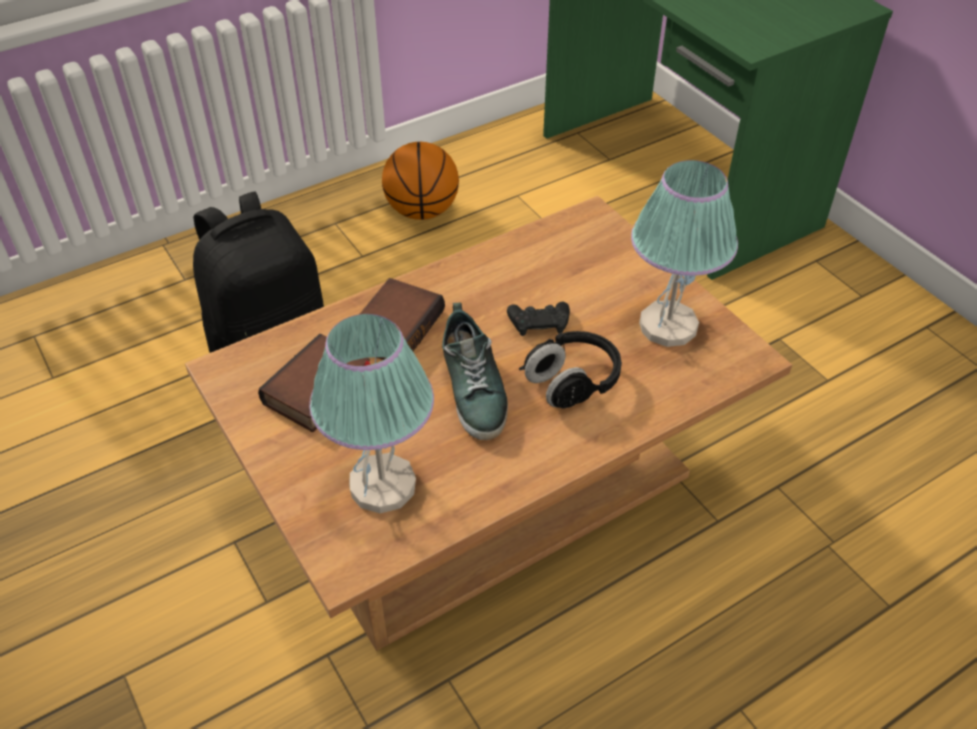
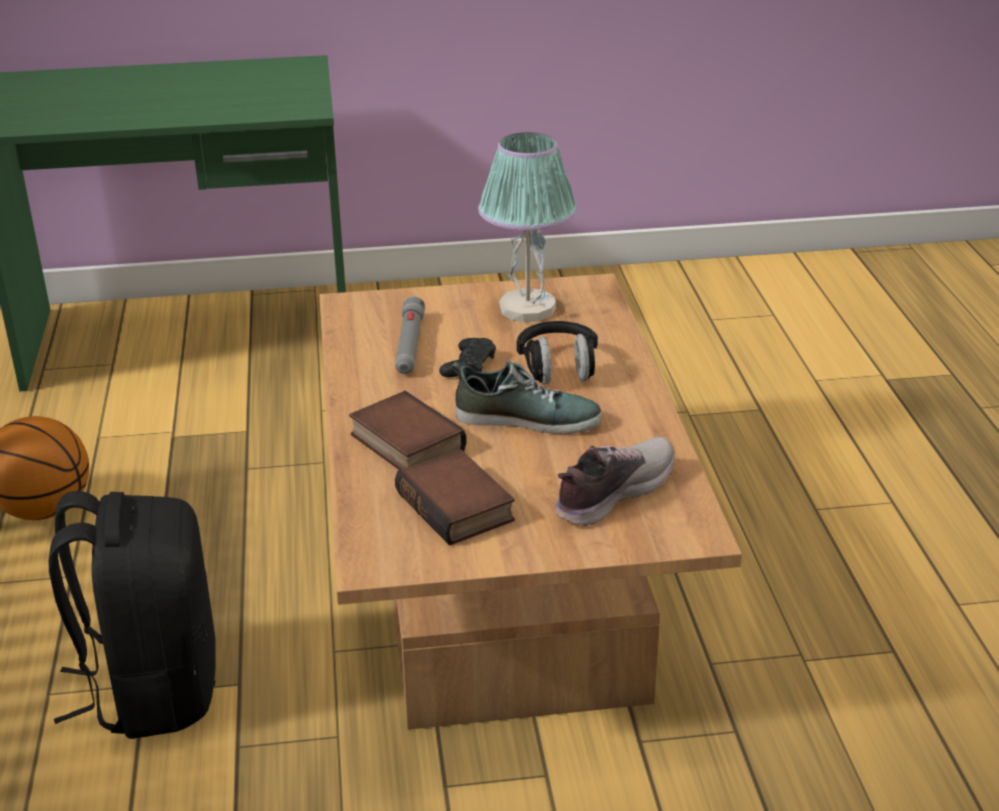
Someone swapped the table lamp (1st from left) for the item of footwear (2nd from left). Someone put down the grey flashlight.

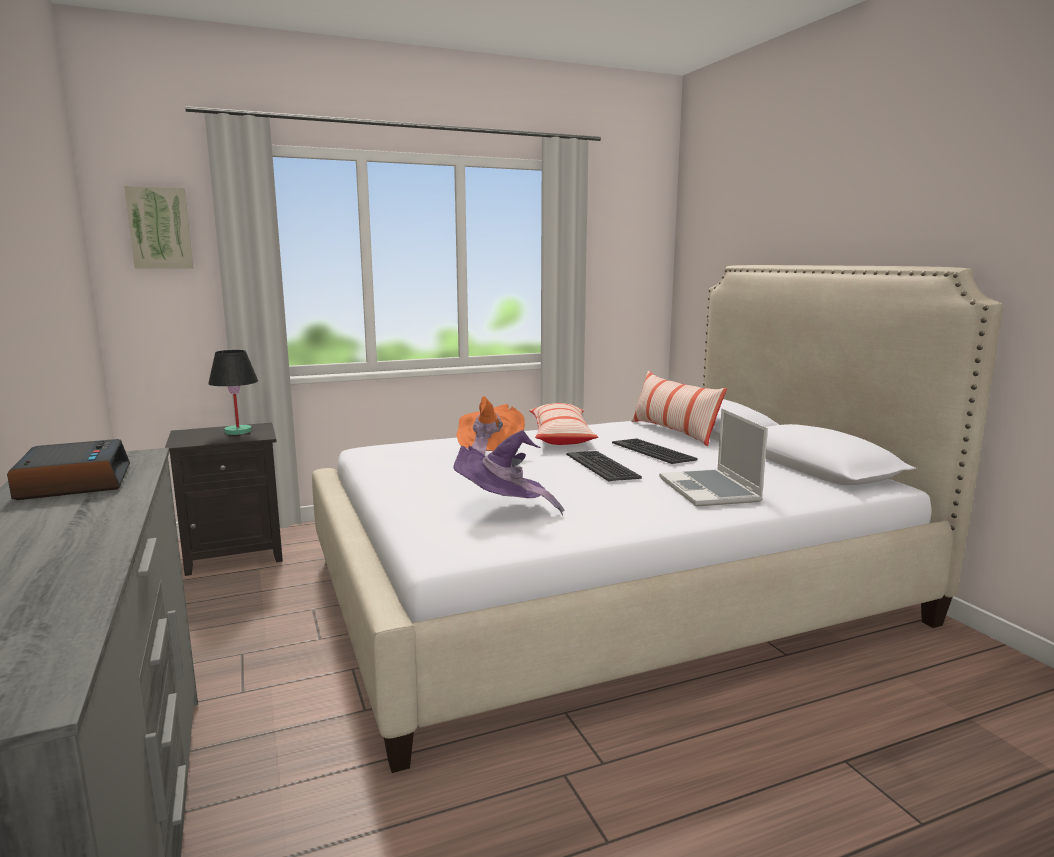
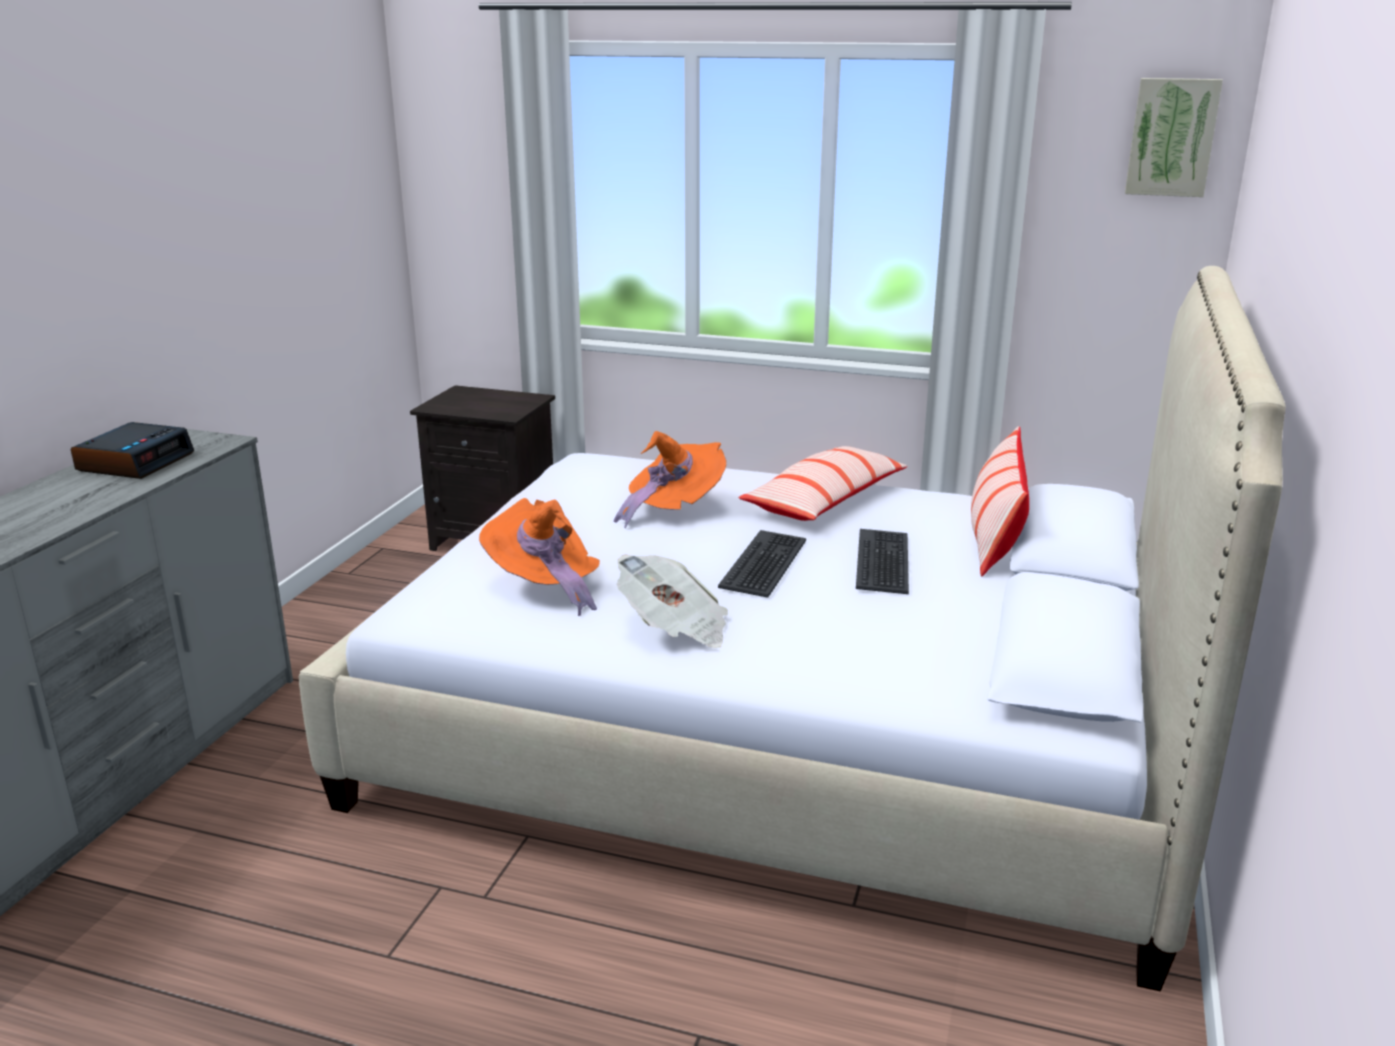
Someone carried the wall picture. Someone took away the blackish table lamp. Someone took away the portable computer. Someone repainted the purple-coloured hat, which became the orange hat (1st from left). Someone put down the printed paper.

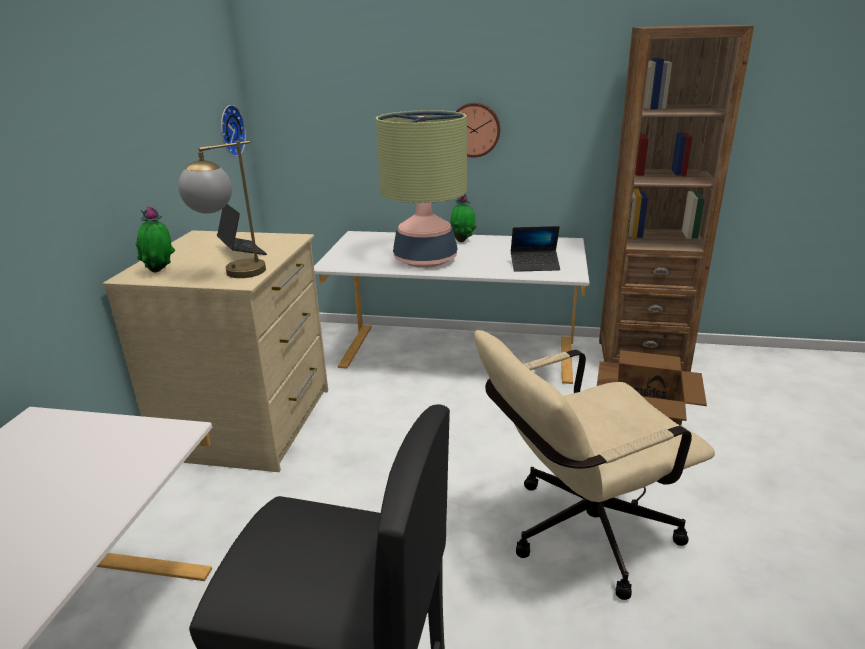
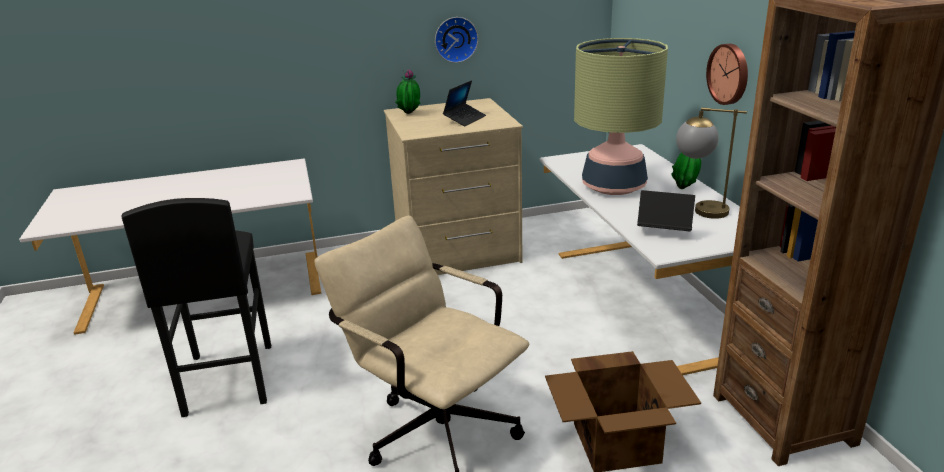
Someone carried the wall clock (1st from left). Someone carried the table lamp (1st from left in the first image). Someone rotated the portable computer (2nd from left) by 135 degrees clockwise.

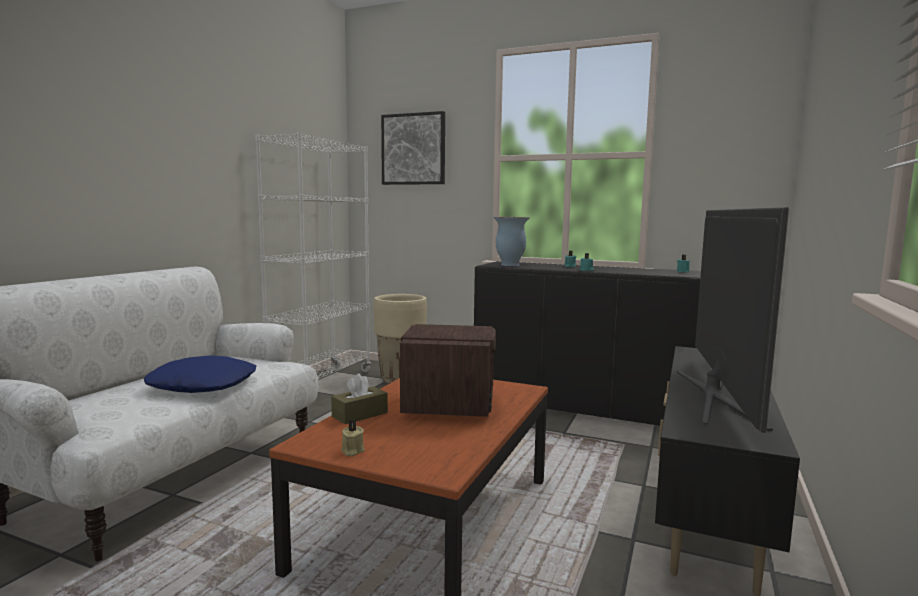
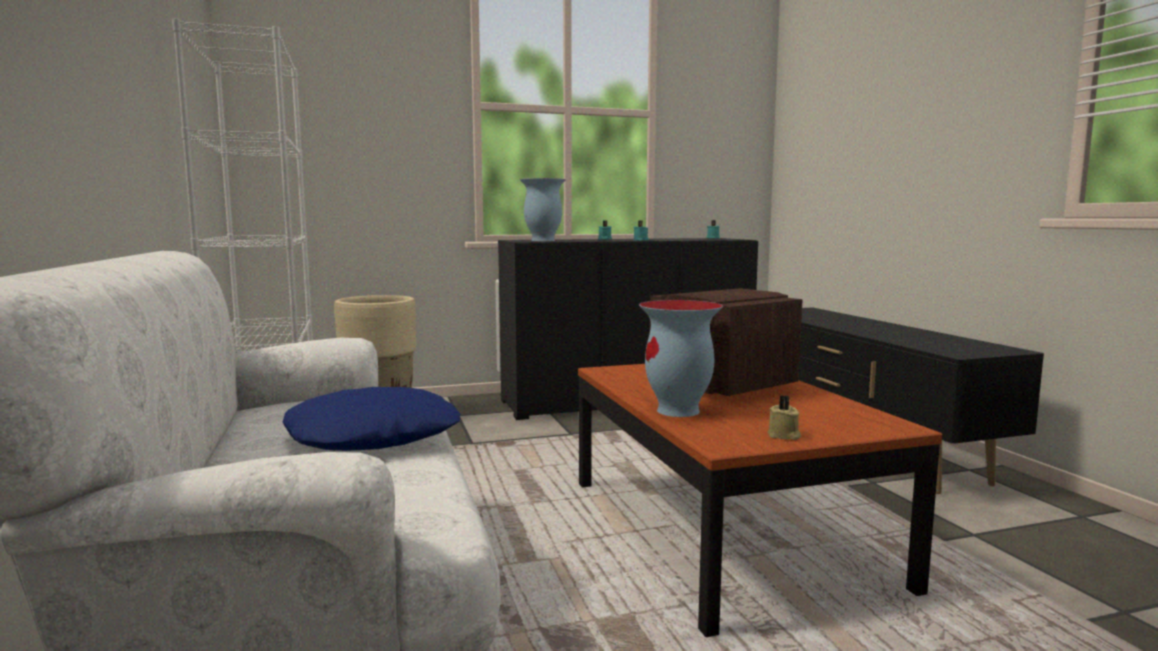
Someone took away the wall picture. Someone took away the TV. Someone swapped the brown box of tissues for the vase (2nd from left).

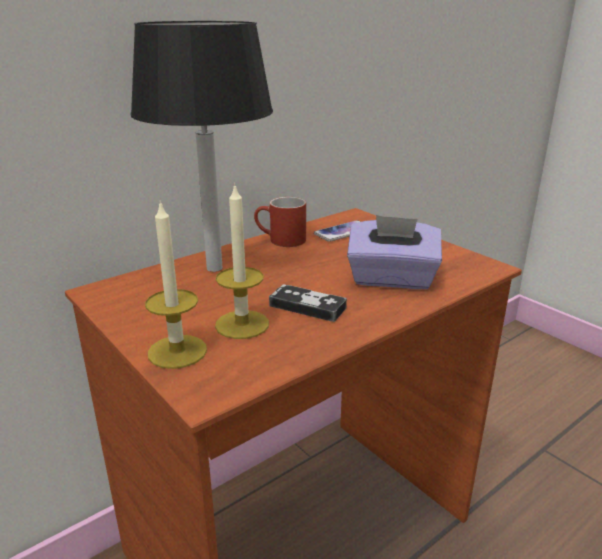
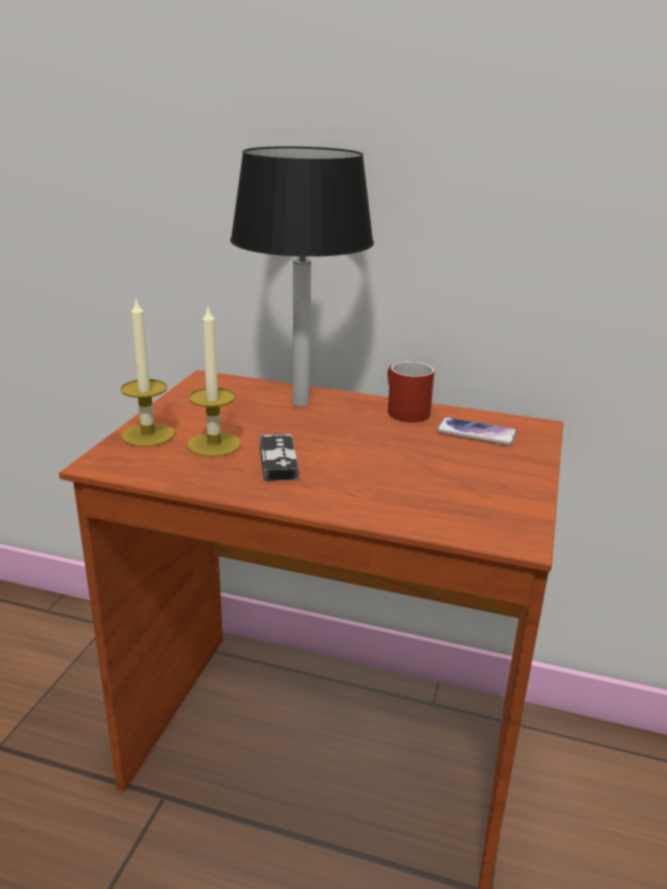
Someone took away the purple-coloured box of tissues.

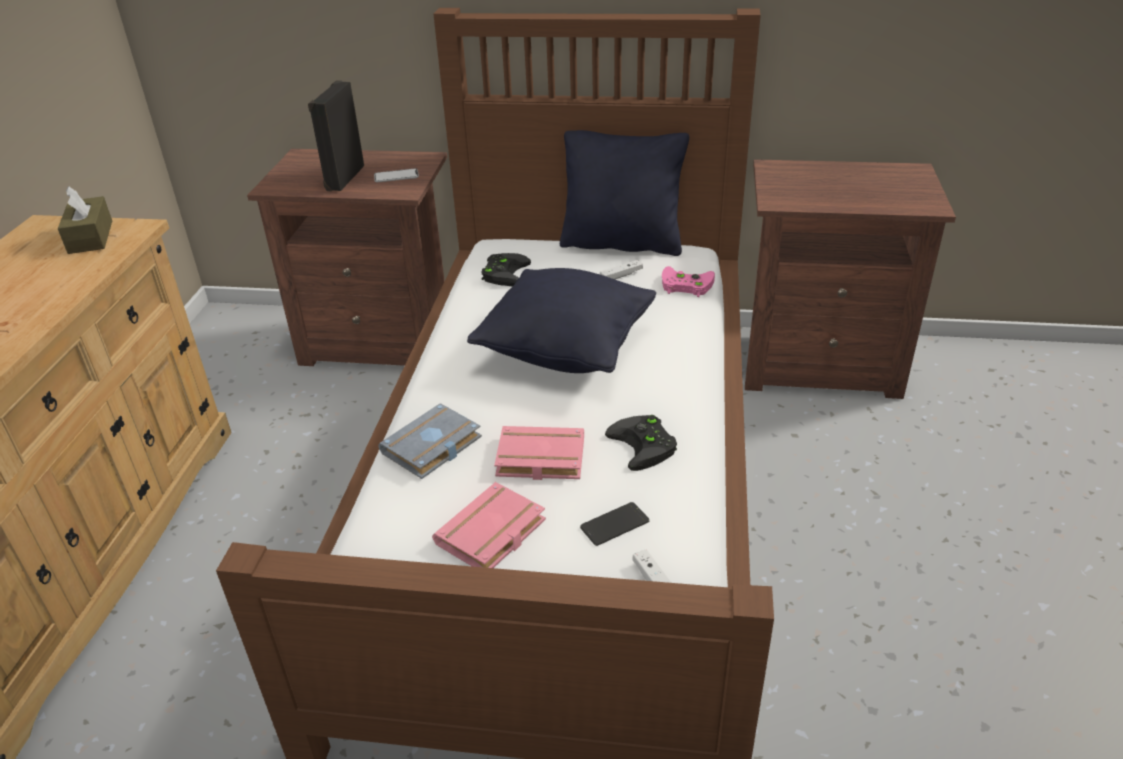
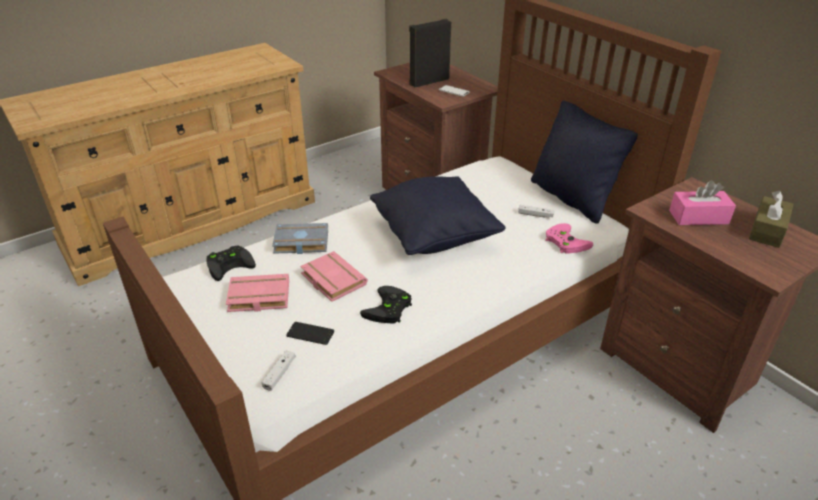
Someone carried the brown box of tissues. Someone carried the blackish gamepad (1st from left). Someone put down the pink-coloured box of tissues.

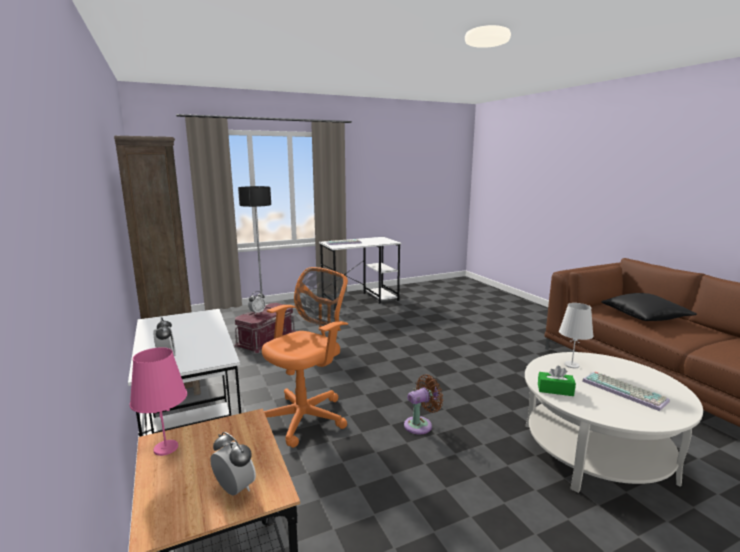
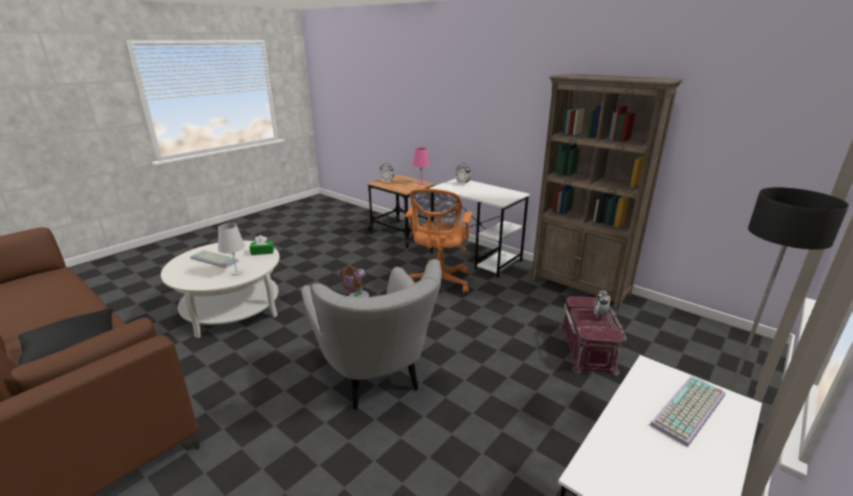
Someone put down the grey easy chair.

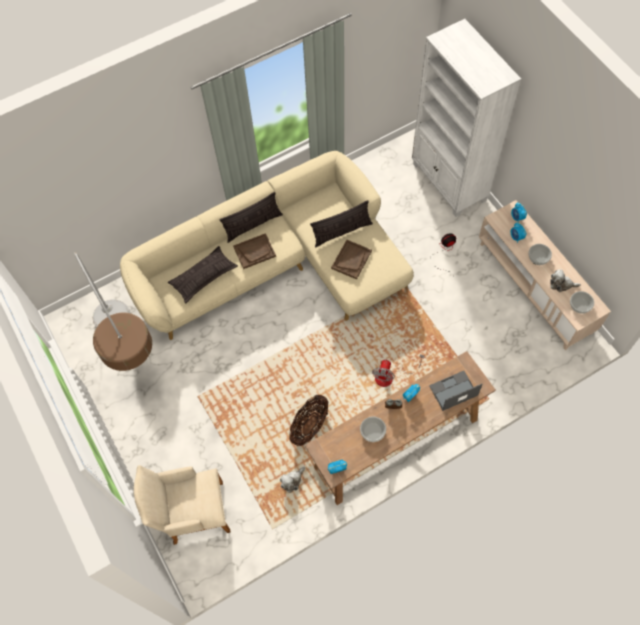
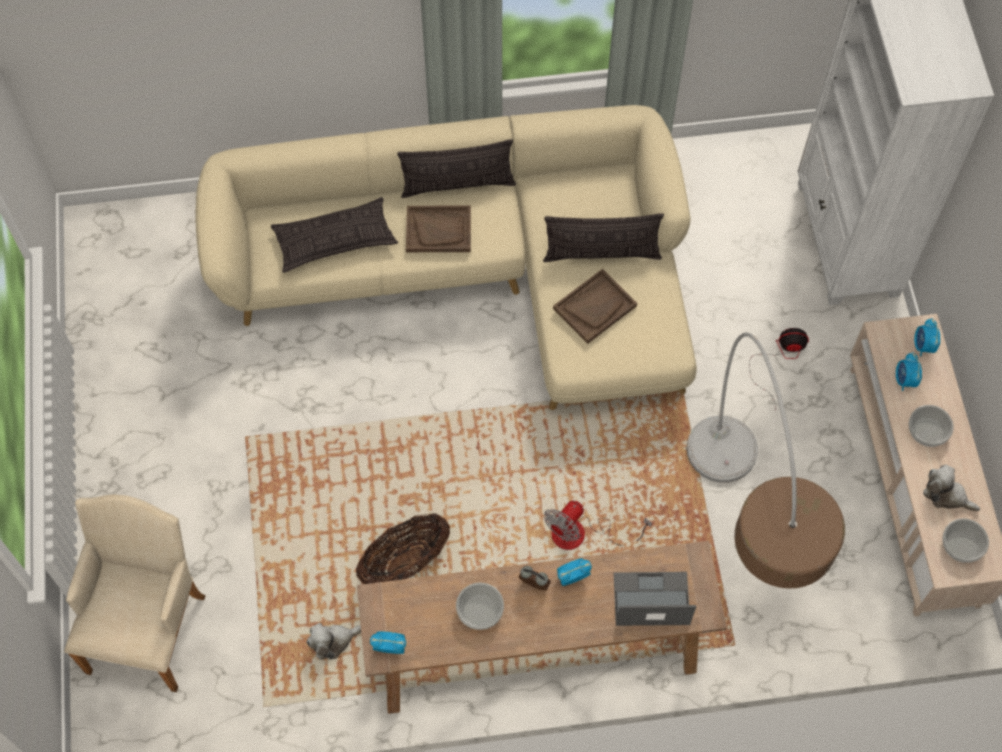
Someone carried the standing lamp. Someone rotated the sand-coloured easy chair by 90 degrees clockwise.

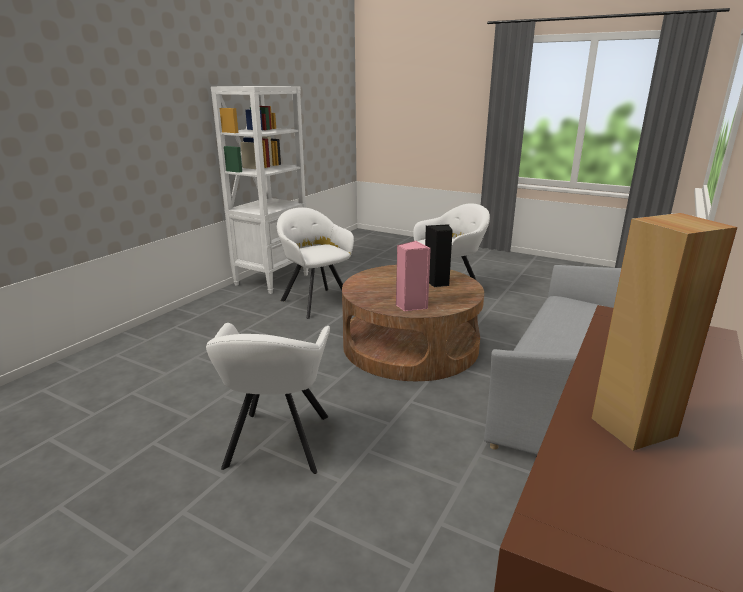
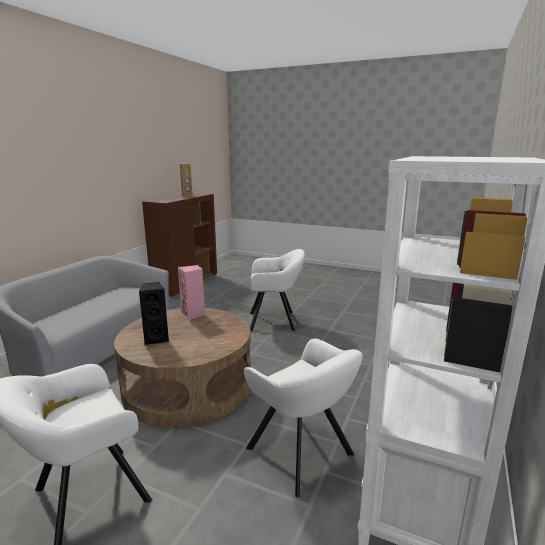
Someone rotated the white-coloured easy chair (1st from left in the first image) by 90 degrees clockwise.

